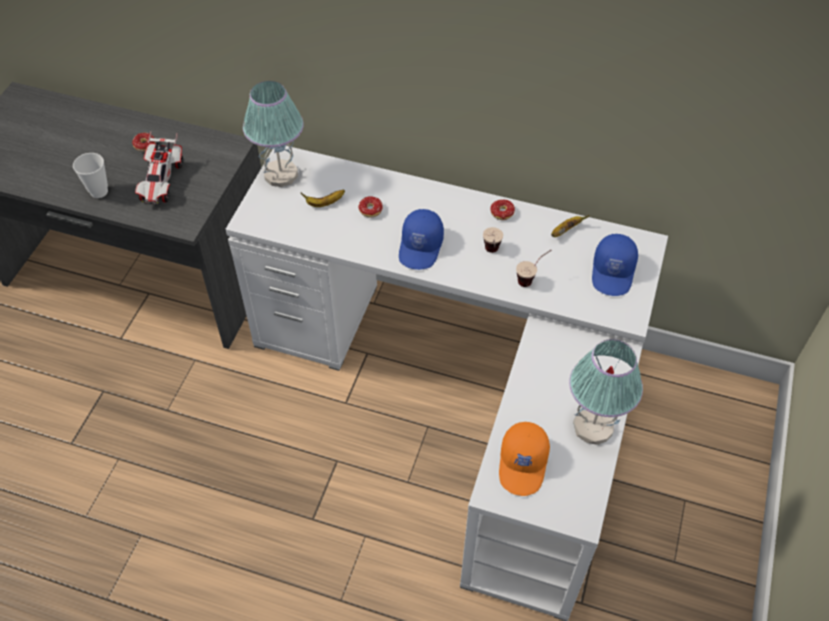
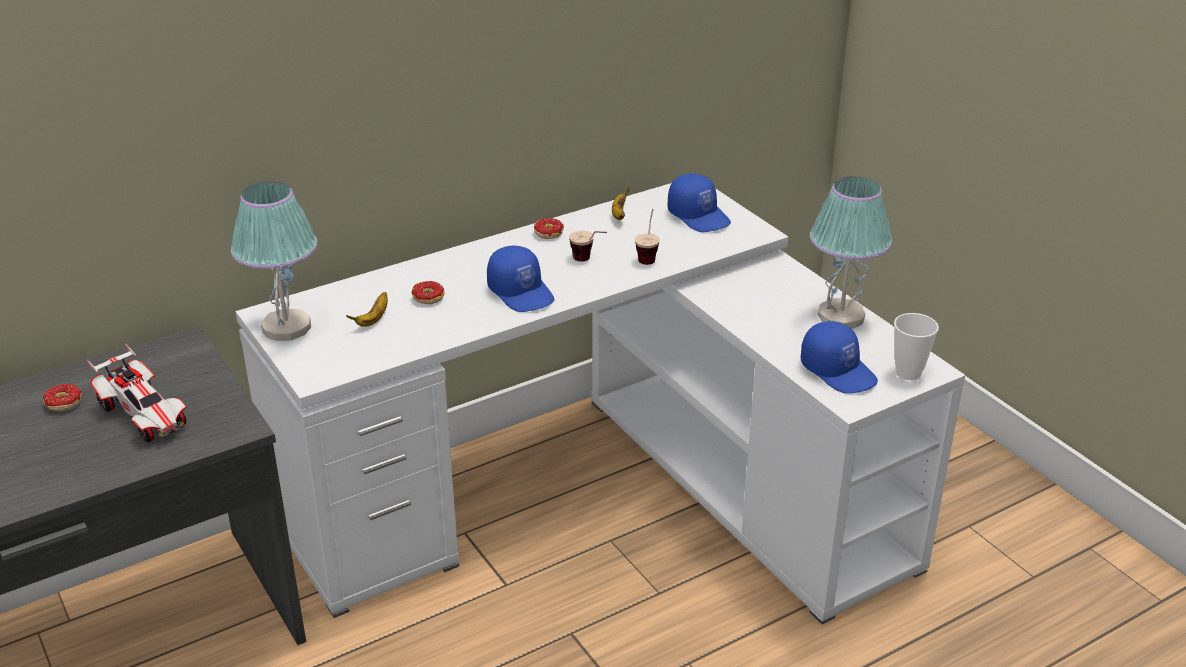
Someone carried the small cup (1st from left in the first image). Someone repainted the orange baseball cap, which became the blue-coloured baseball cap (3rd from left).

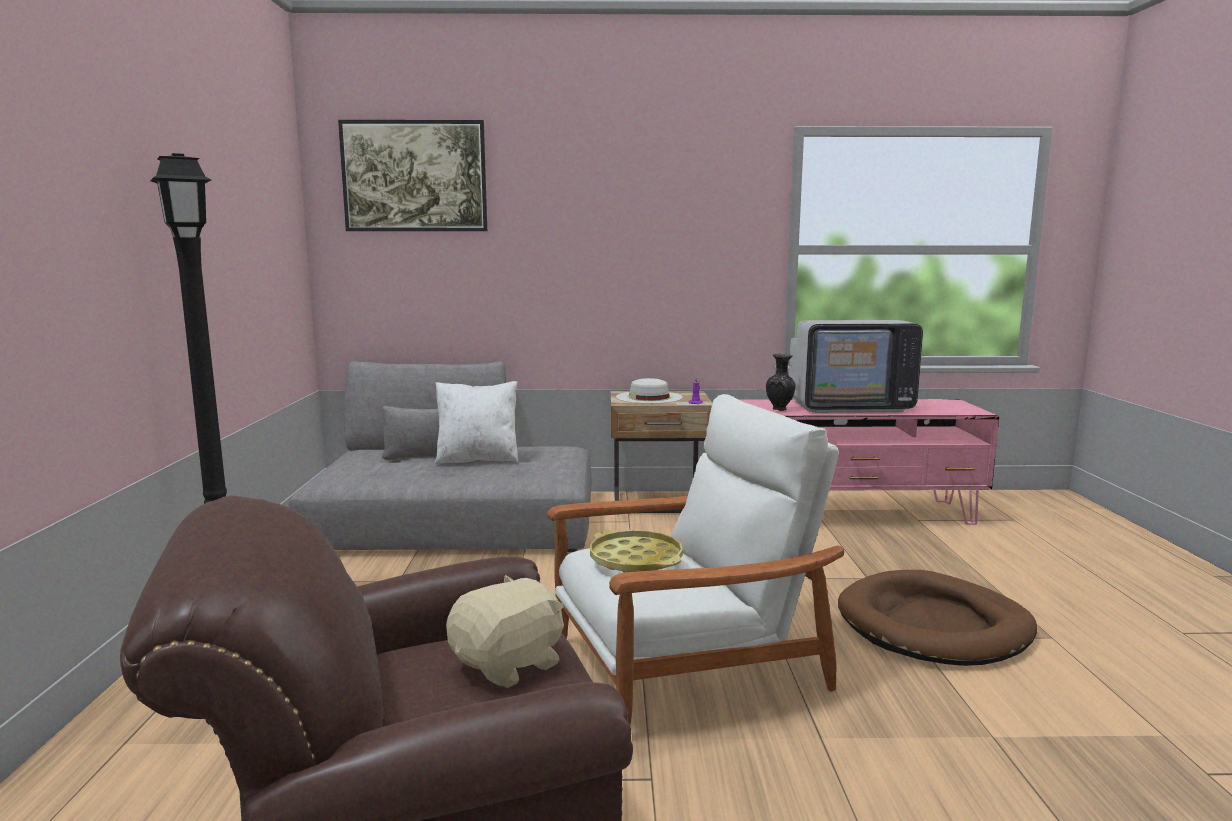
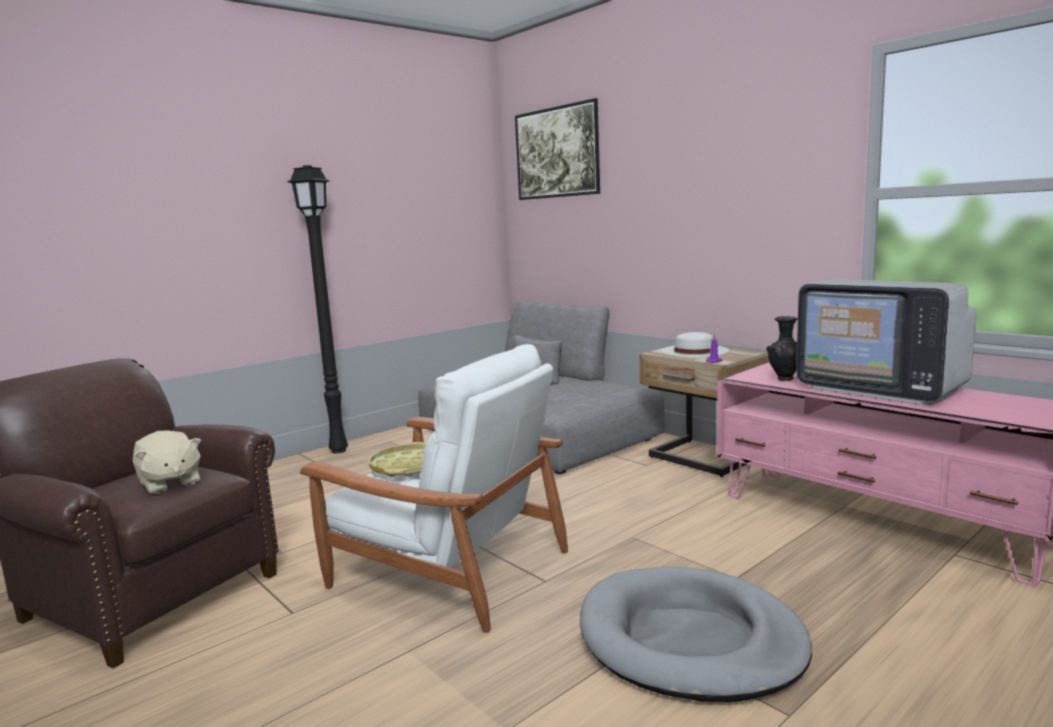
Someone took away the white-coloured pillow. Someone repainted the brown pet bed, which became the grey pet bed. Someone rotated the sand-coloured cuddly toy by 45 degrees clockwise.

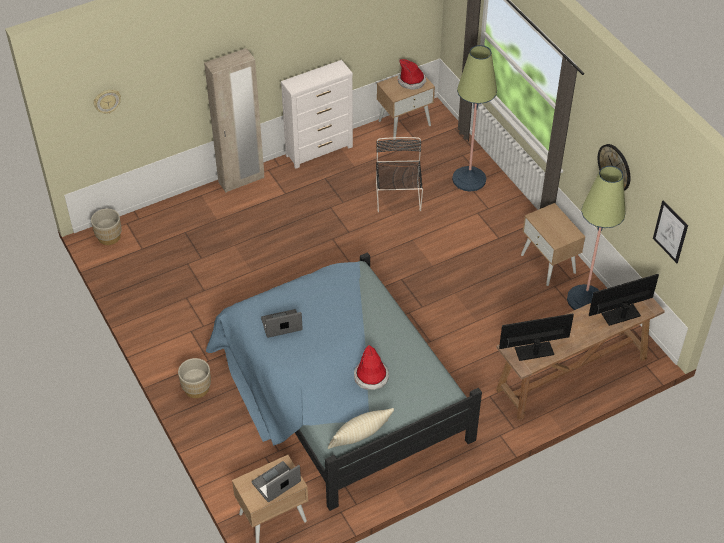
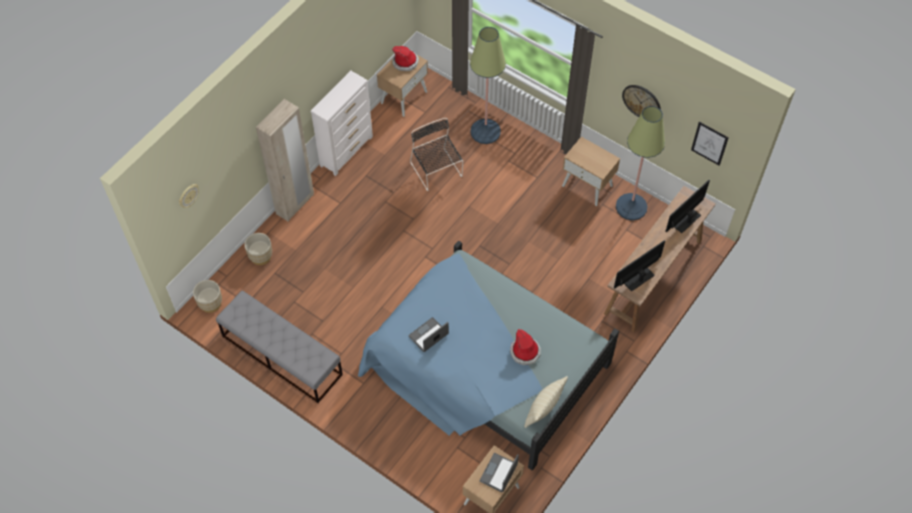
Someone carried the sand-coloured plant pot (2nd from left). Someone put down the grey long seat.

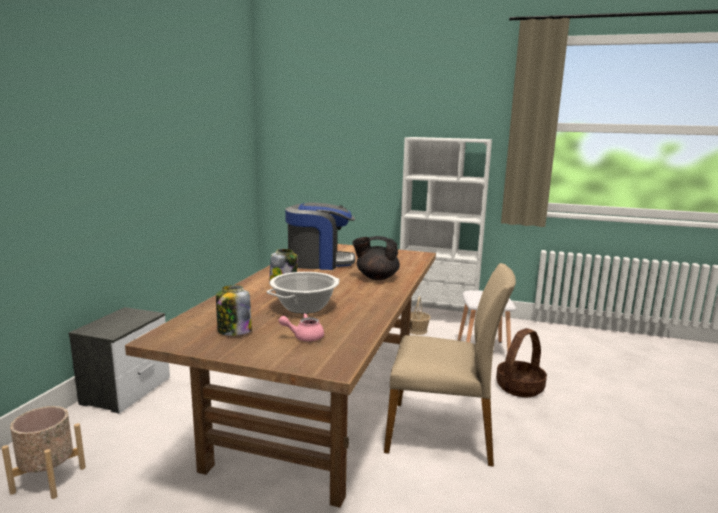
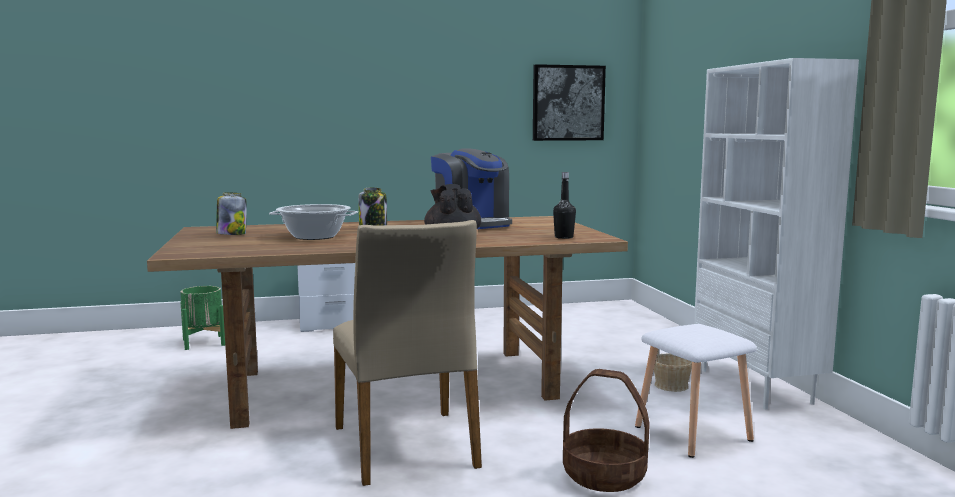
Someone took away the pink-coloured tea pot. Someone repainted the sand-coloured plant pot, which became the greenish plant pot. Someone put up the wall picture. Someone put down the blackish bottle.

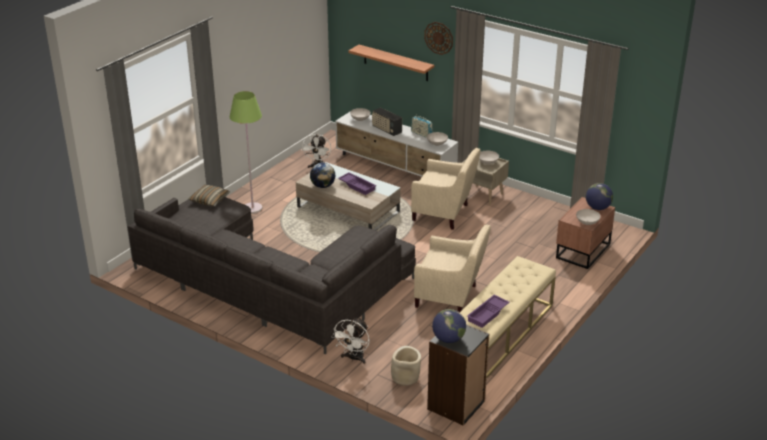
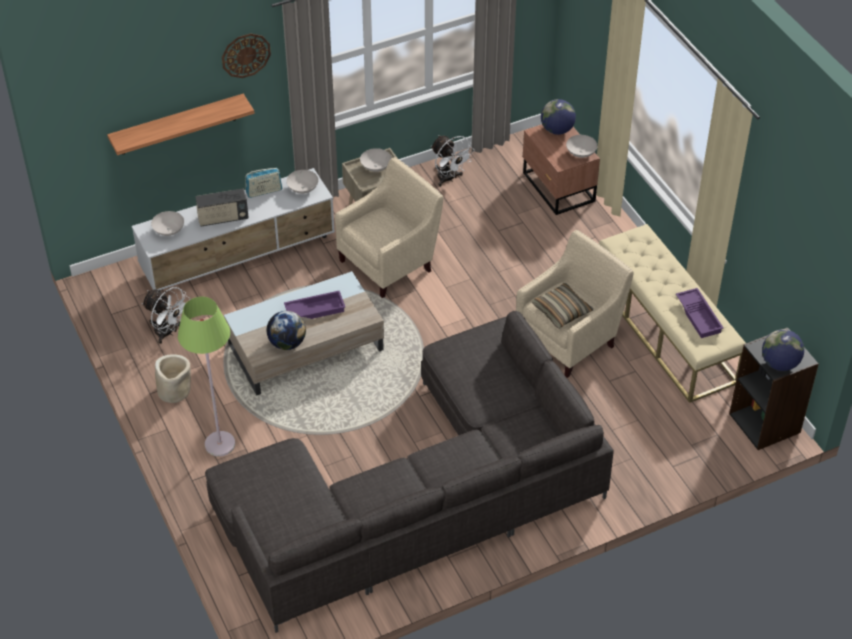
Someone carried the pillow. Someone carried the white-coloured fan (2nd from left). Someone carried the sand-coloured plant pot.

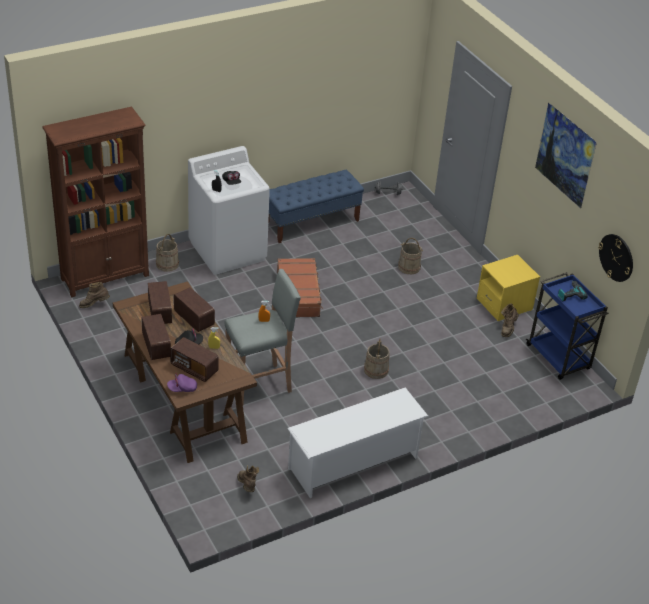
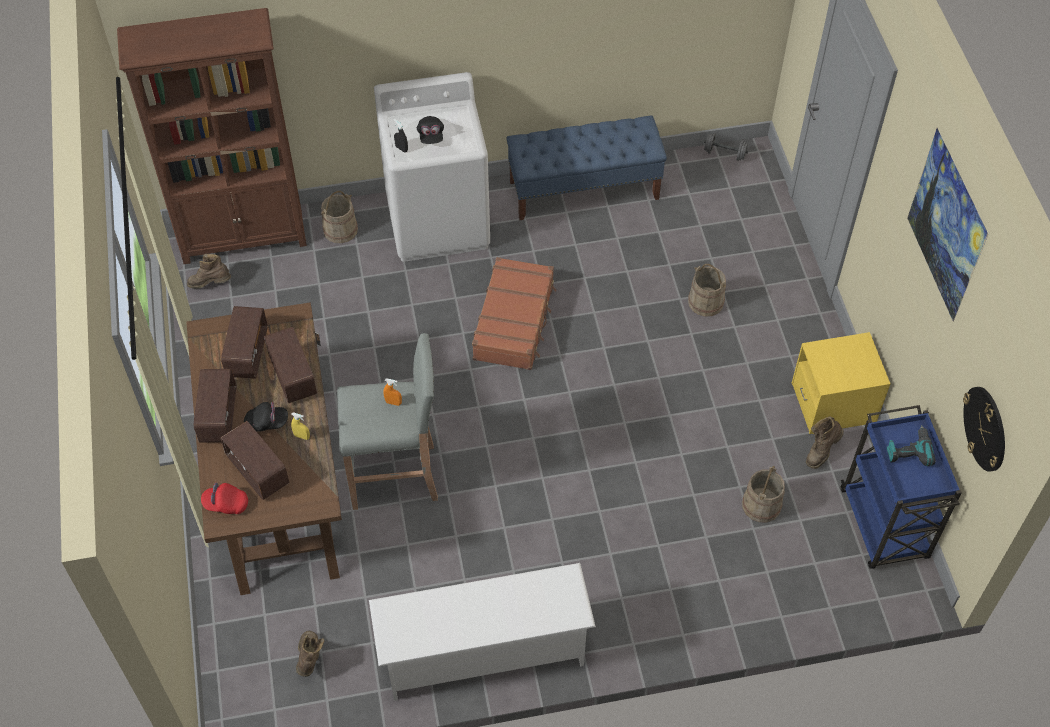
Someone carried the sand-coloured bucket (2nd from left in the first image). Someone repainted the purple-coloured baseball cap, which became the red baseball cap.

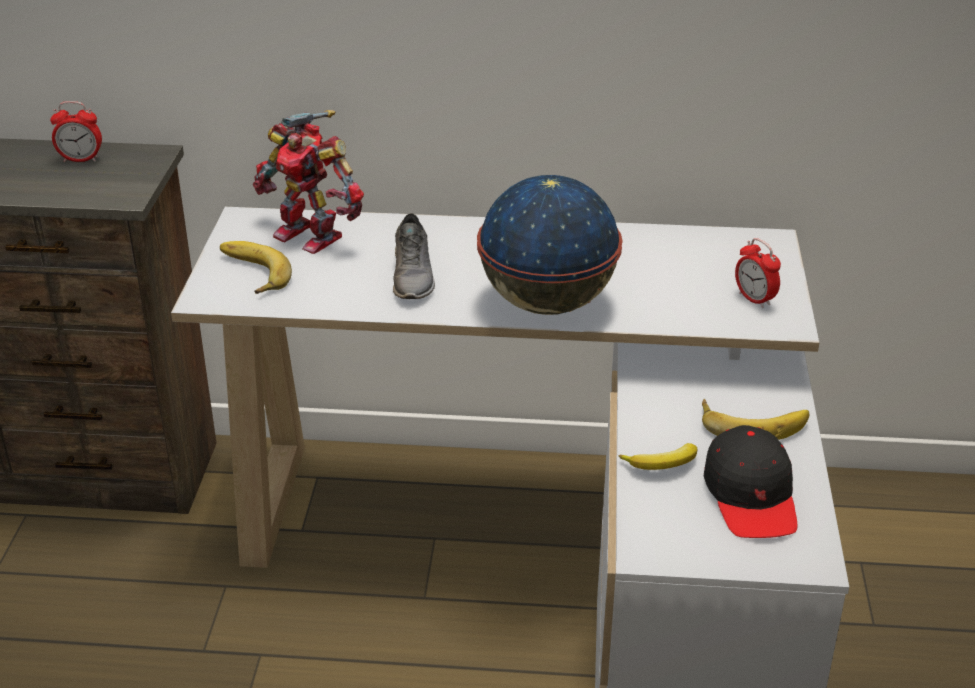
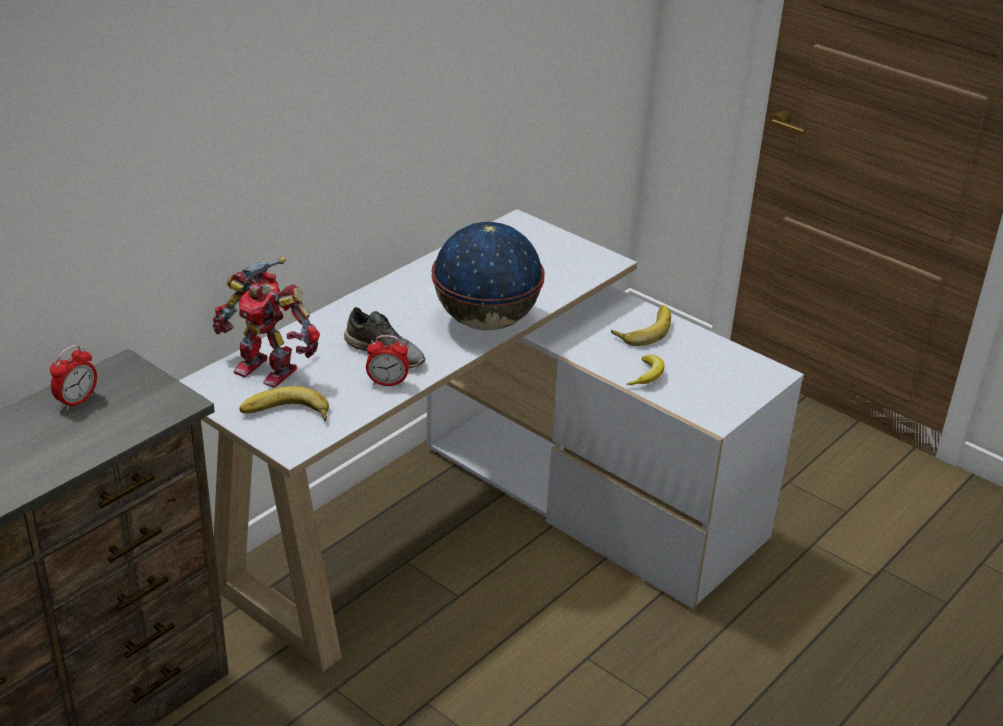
Someone rotated the model robot by 45 degrees clockwise. Someone carried the alarm clock (2nd from left). Someone took away the blackish baseball cap.

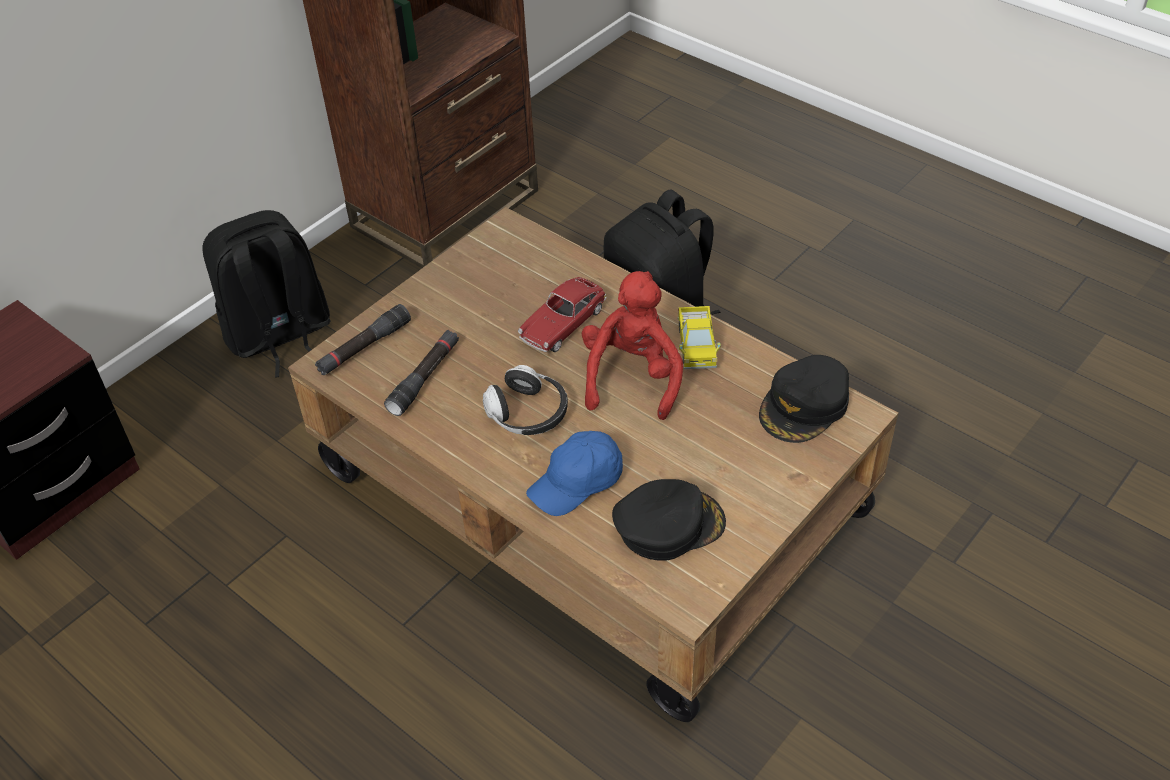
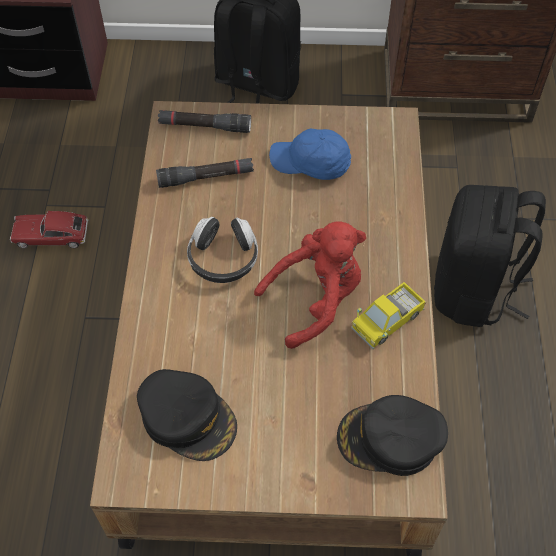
Someone carried the miniature car. Someone carried the blue-coloured baseball cap.

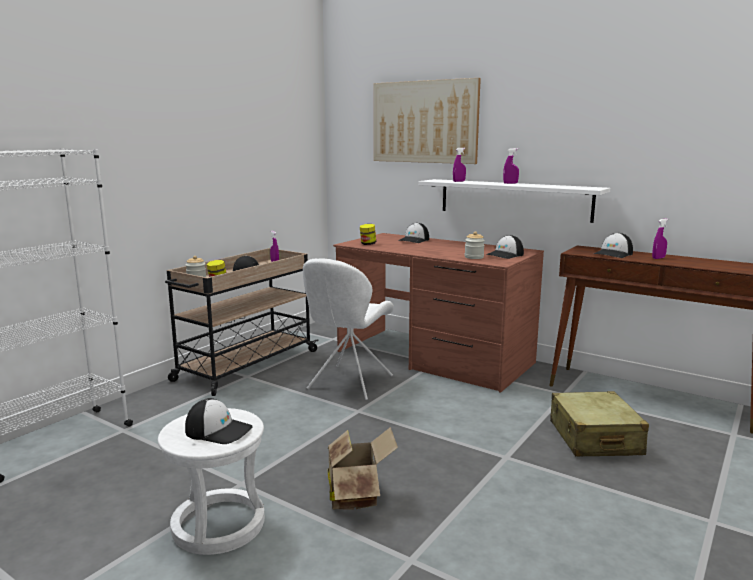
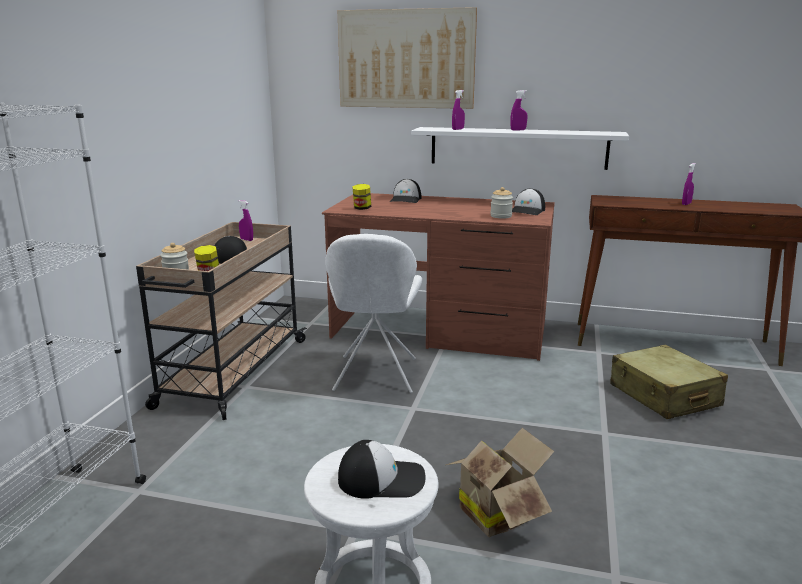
Someone took away the baseball cap (5th from left).

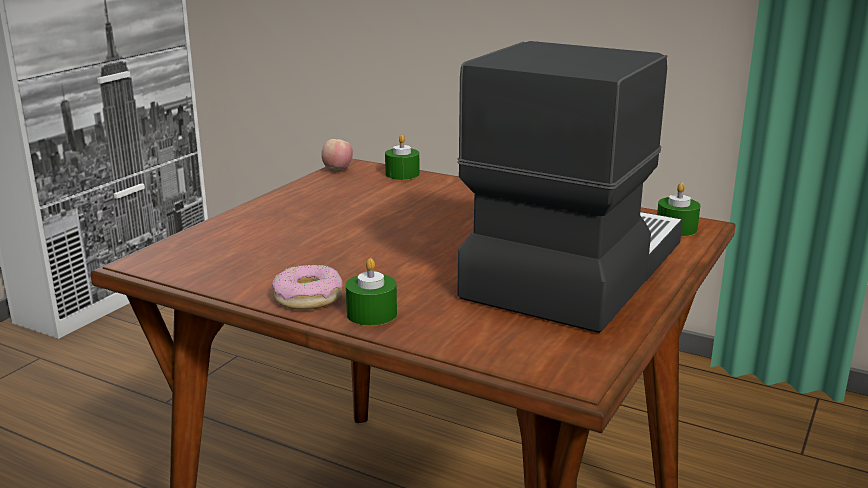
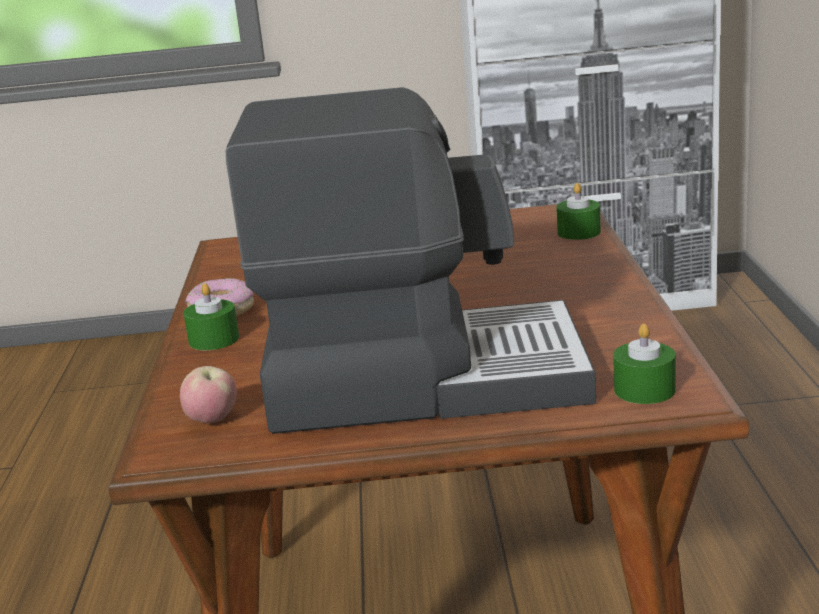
Someone carried the whole apple.

